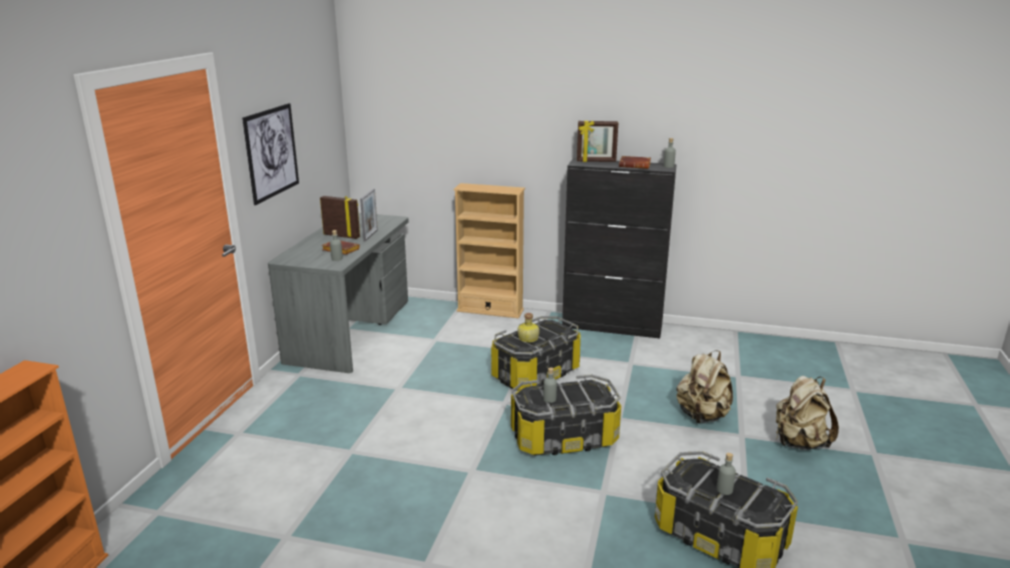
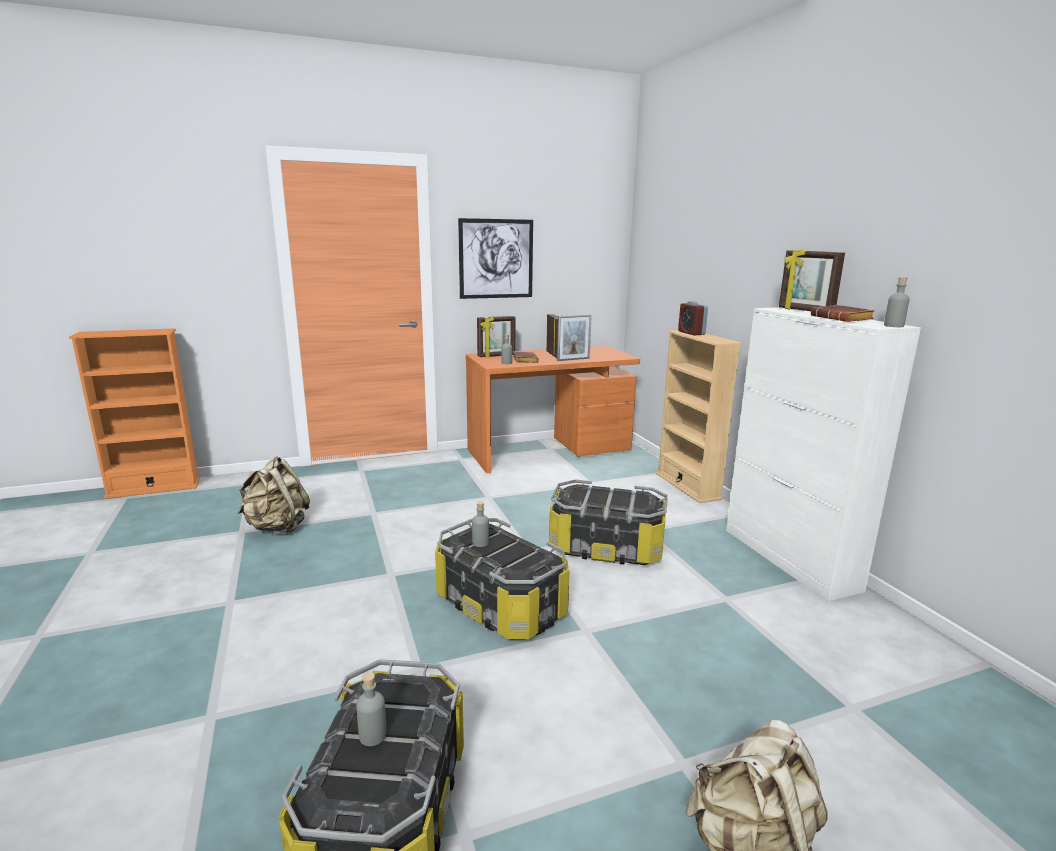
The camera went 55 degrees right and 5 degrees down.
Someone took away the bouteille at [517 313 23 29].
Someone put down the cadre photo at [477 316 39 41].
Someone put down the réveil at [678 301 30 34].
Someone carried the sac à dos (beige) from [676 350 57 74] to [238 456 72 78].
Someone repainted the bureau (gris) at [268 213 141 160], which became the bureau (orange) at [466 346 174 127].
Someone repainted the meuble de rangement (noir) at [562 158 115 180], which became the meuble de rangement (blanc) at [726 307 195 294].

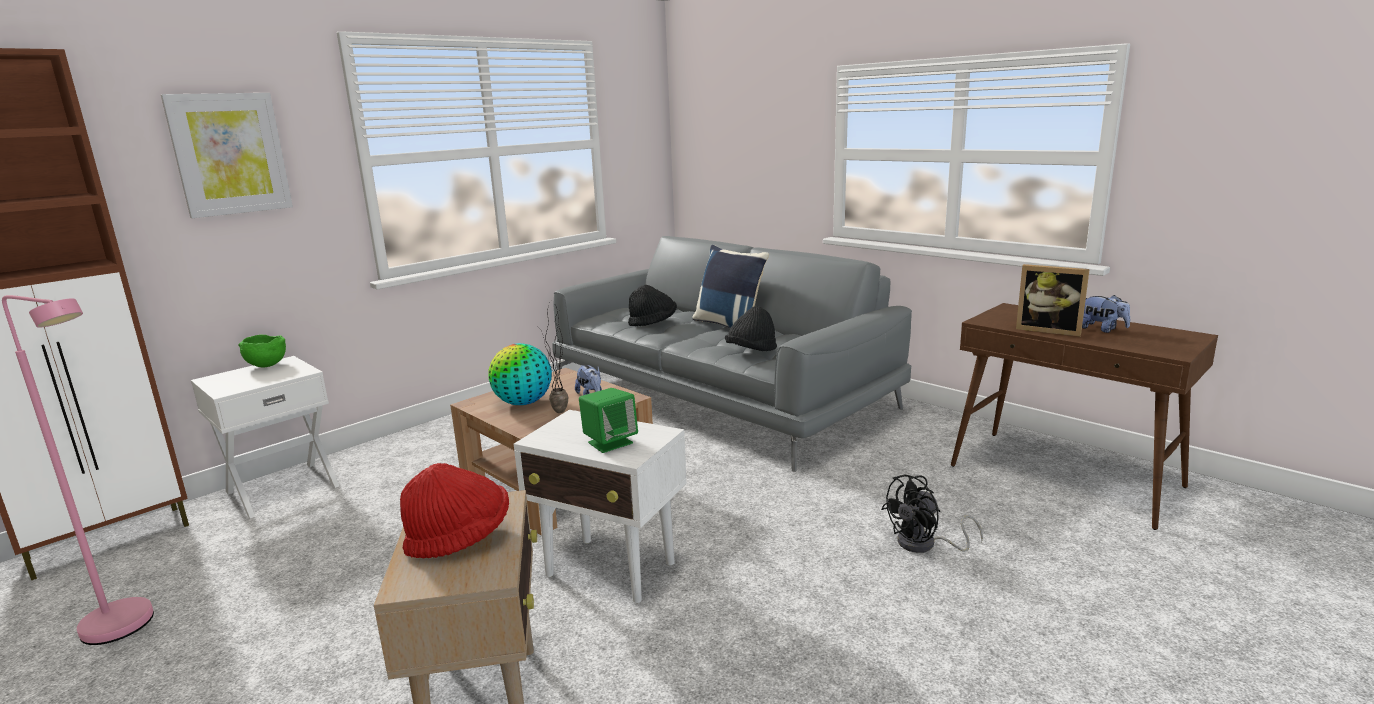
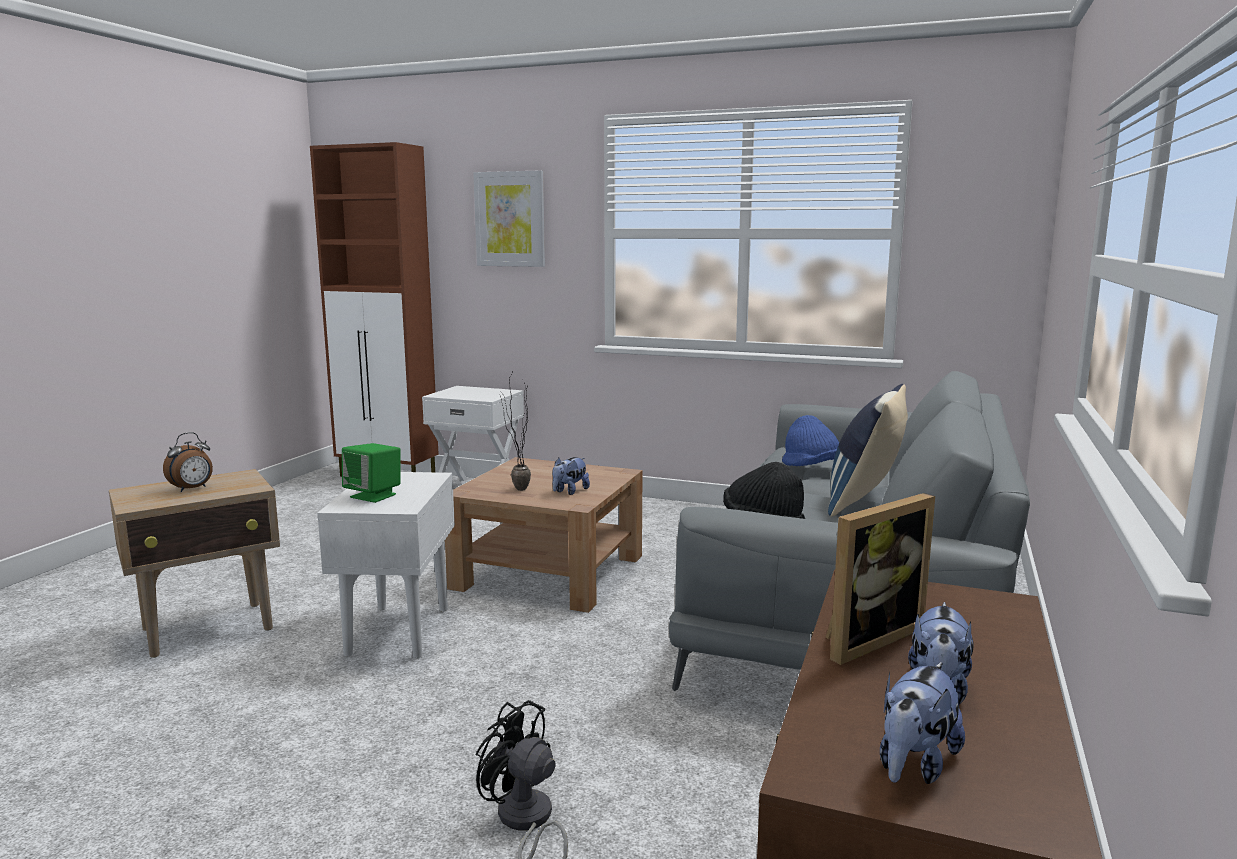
The camera went 65 degrees right and 5 degrees down.
Someone took away the lampadaire (rose) at [2 295 152 350].
Someone took away the bol (vert) at [238 335 48 32].
Someone took away the globe at [488 343 64 62].
Someone put down the peluche at [880 662 85 122].
Someone swapped the chapeau (rouge) at [400 463 109 95] for the réveil at [163 432 50 60].
Someone repainted the chapeau (noir) at [628 285 49 41], which became the chapeau (bleu) at [782 415 57 51].
Someone rotated the cadre photo at [1016 264 74 73] by 135 degrees counterclockwise.

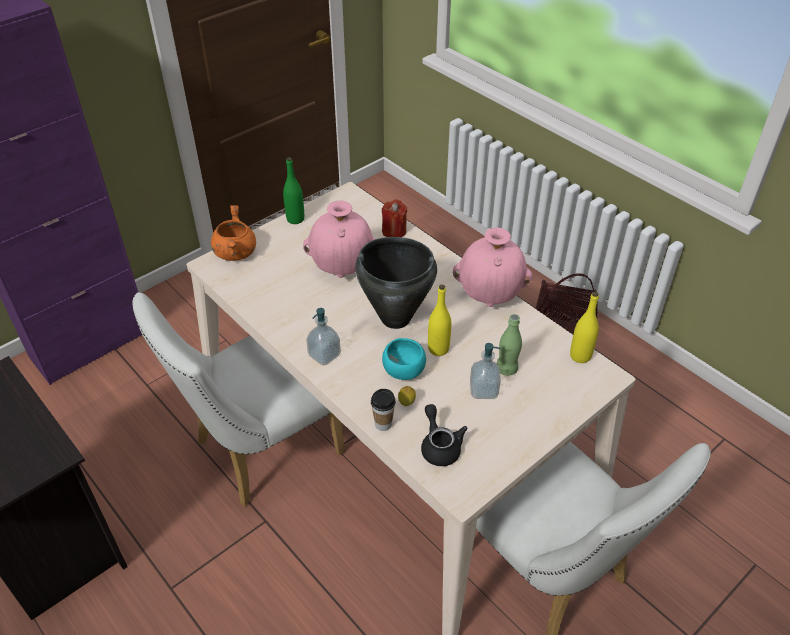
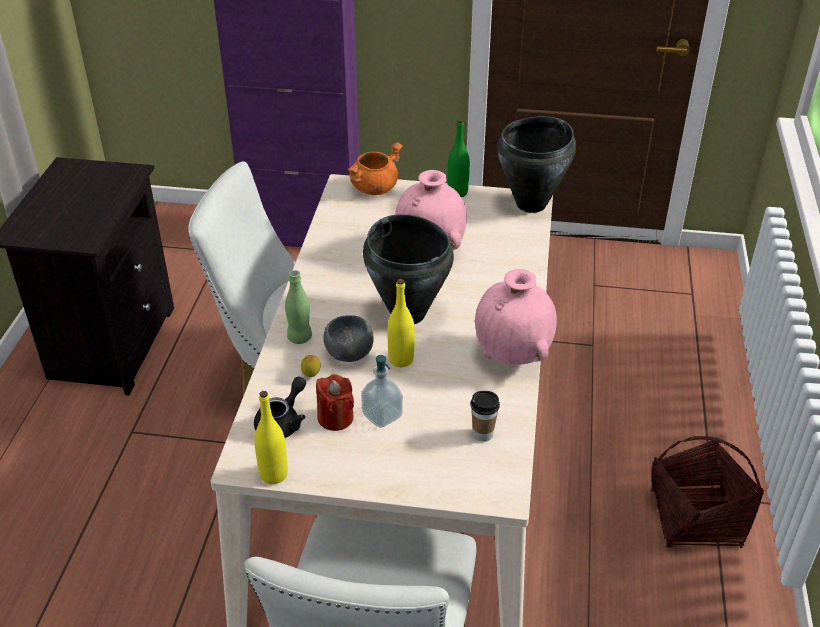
The camera went 50 degrees right and 5 degrees down.
Someone took away the distributeur de savon at [306 308 35 57].
Someone put down the marmite (noir) at [497 116 79 97].
Someone carried the tasse from [371 389 25 42] to [471 391 29 51].
Someone carried the bougie (rouge) from [382 199 25 38] to [316 374 38 57].
Someone carried the bouteille (vert) from [497 314 25 62] to [285 270 27 74].
Someone carried the bouteille (jaune) from [570 292 29 71] to [254 391 34 93].
Someone repainted the bol (turquoise) at [382 338 44 42], which became the bol (gris) at [323 315 51 47].

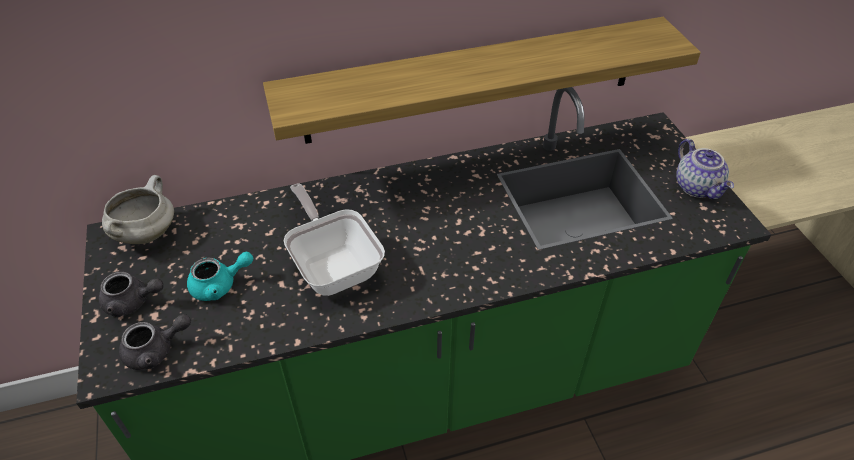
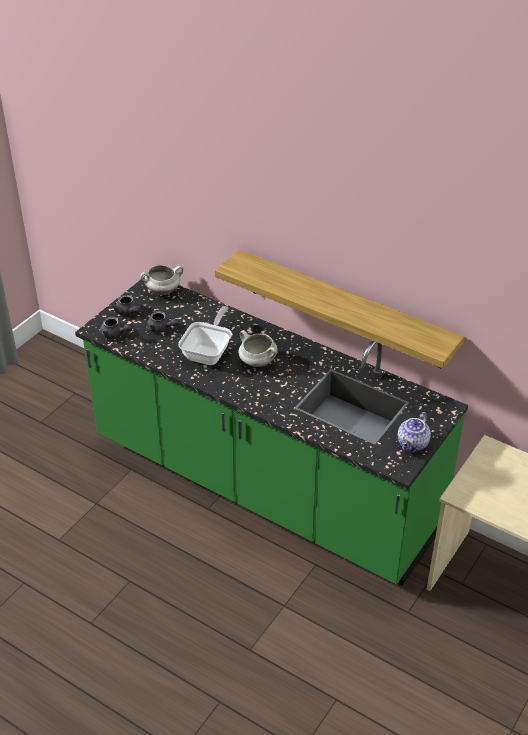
The camera went 50 degrees right and 5 degrees down.
Someone put down the marmite (blanc) at [238 330 40 37].
Someone repainted the théière (turquoise) at [187 252 66 49], which became the théière (gris) at [147 311 32 22].

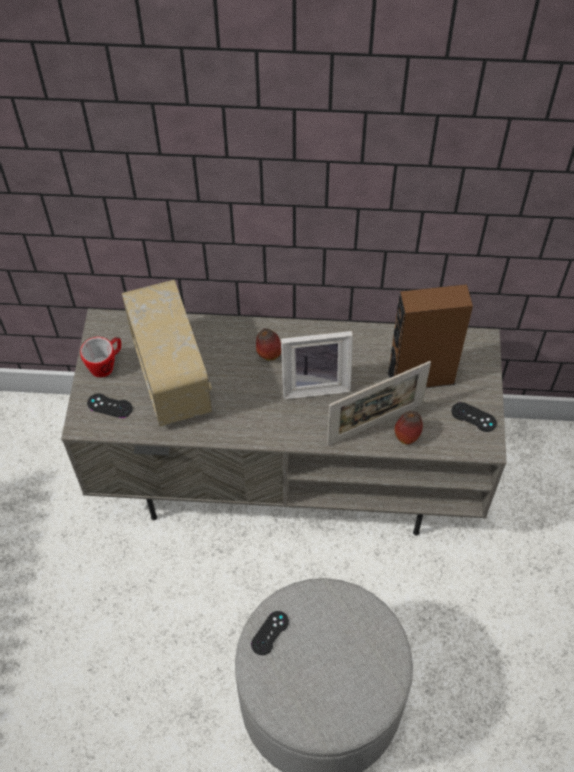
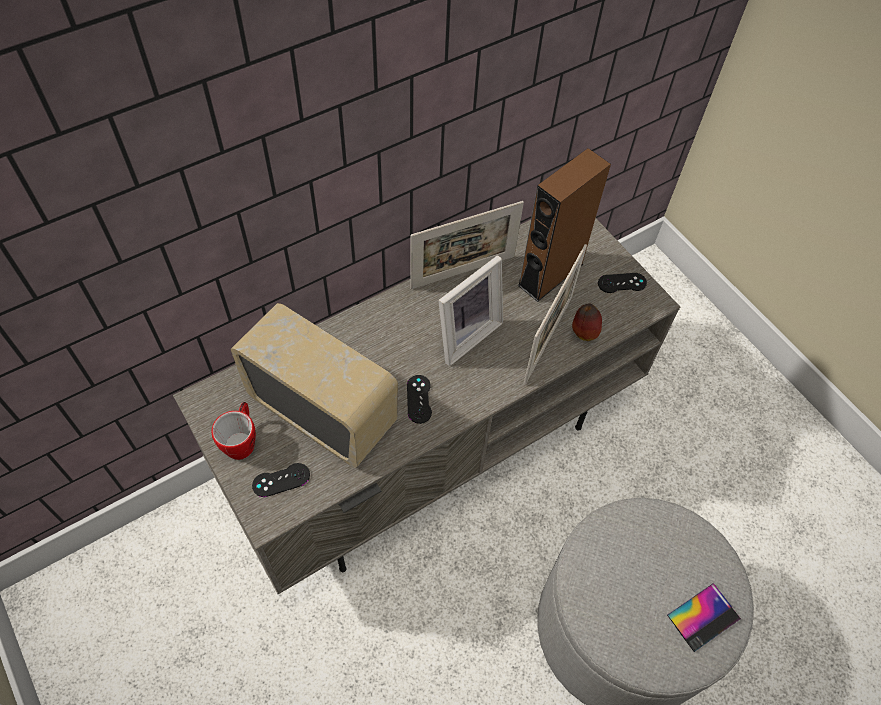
The camera went 40 degrees left and 0 degrees up.
Someone took away the pomme at [256 328 25 33].
Someone put down the cadre photo at [410 201 114 88].
Someone put down the téléphone at [667 583 74 69].
Someone carried the manette (noir) from [251 611 38 44] to [407 375 25 49].

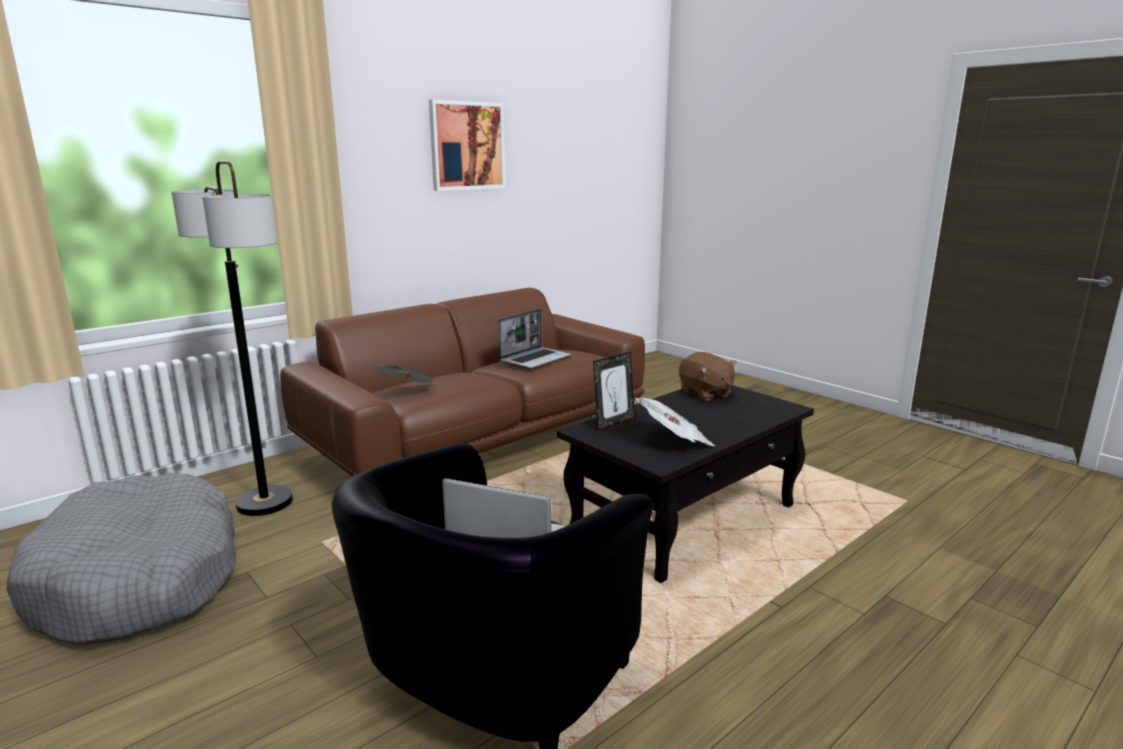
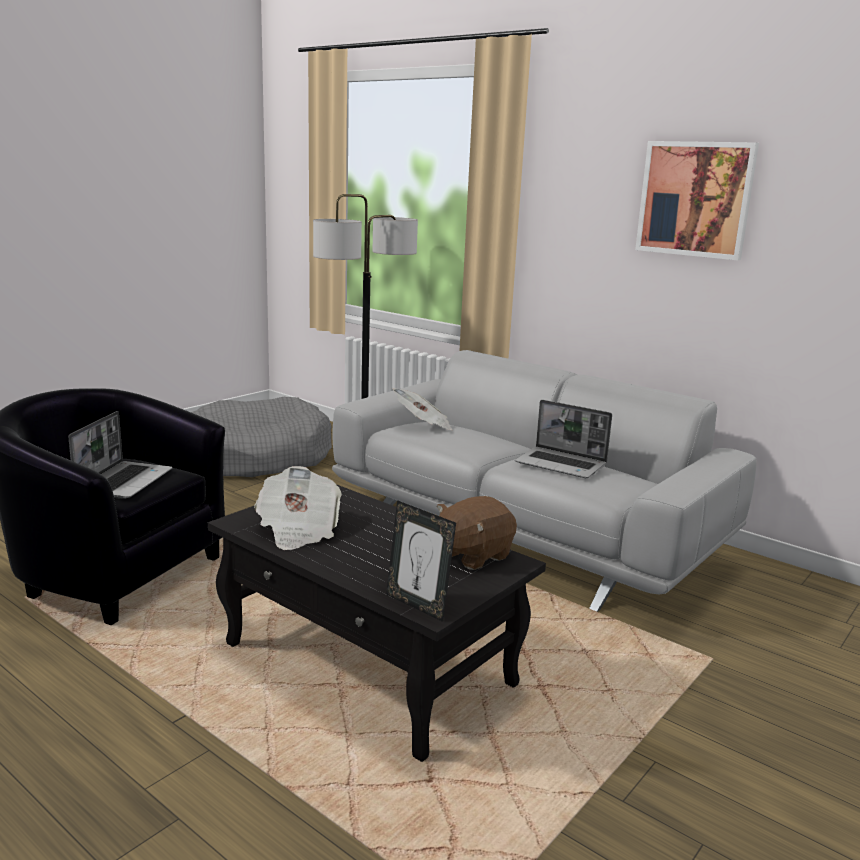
The camera went 80 degrees right and 0 degrees up.
Someone carried the cadre photo from [593 352 42 79] to [386 500 70 122].
Someone repainted the canapé (marron) at [280 288 365 188], which became the canapé (gris) at [332 350 425 262].

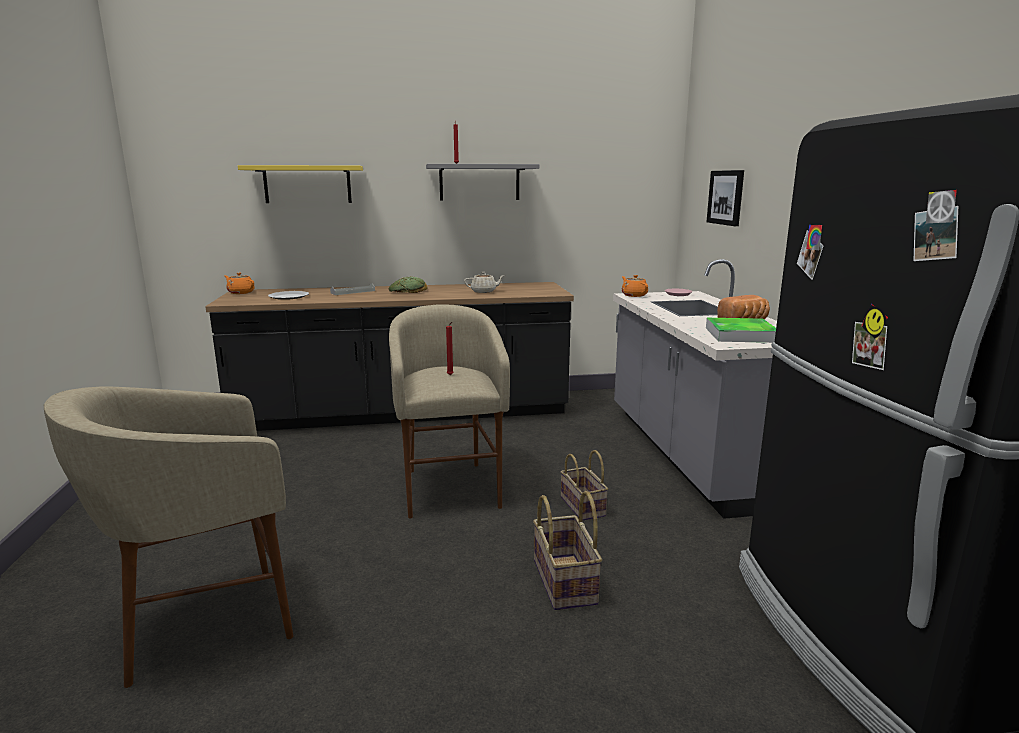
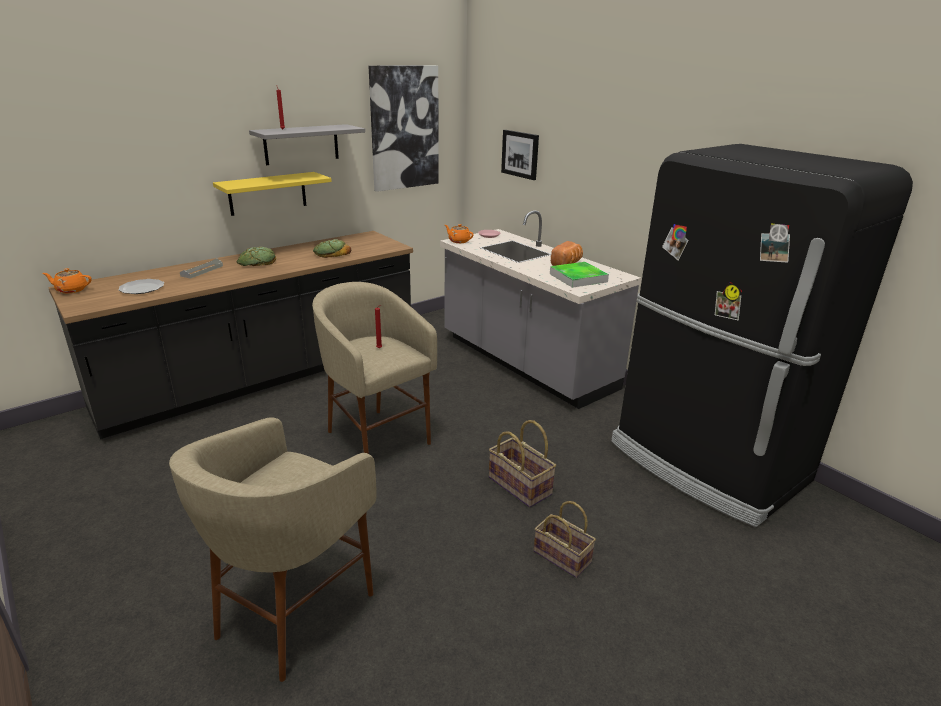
The camera went 30 degrees left and 10 degrees up.
Someone put up the tableau at [369 66 70 126].
Someone carried the étagère (jaune) from [238 165 125 38] to [213 172 119 44].
Someone carried the panier from [560 450 48 70] to [534 501 62 77].
Someone swapped the théière (beige) at [464 272 41 21] for the pain at [313 239 38 19].

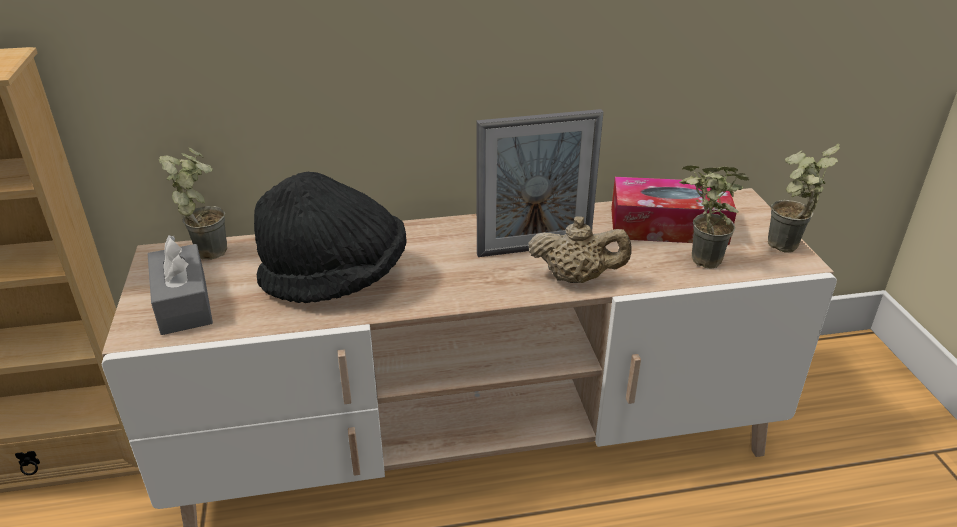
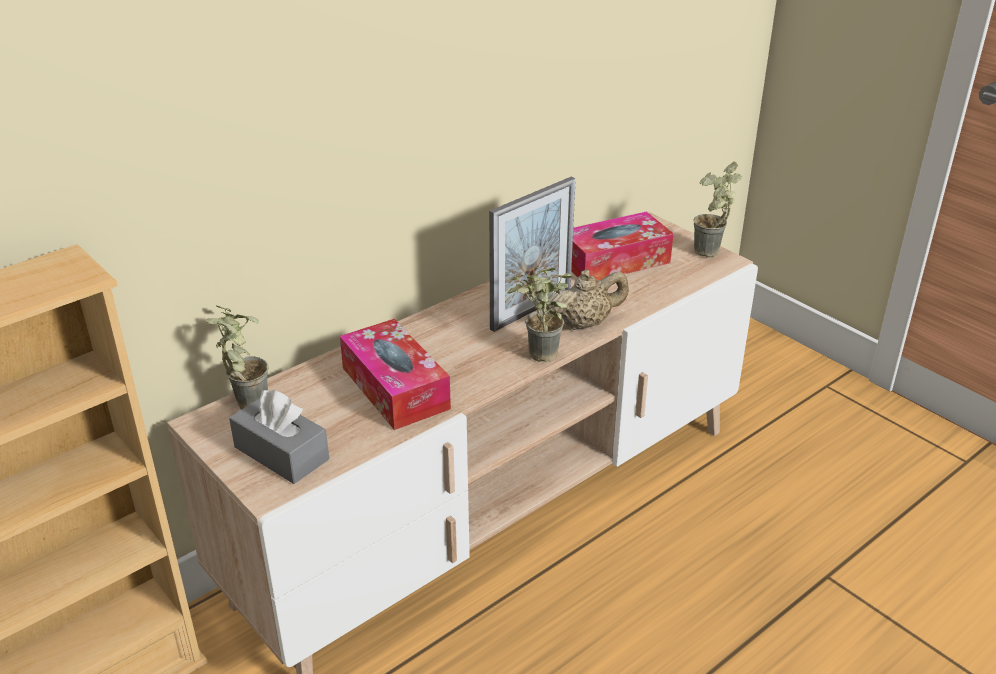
The camera went 30 degrees left and 0 degrees up.
Someone carried the plante en pot from [679 166 70 103] to [507 268 65 94].
Someone swapped the chapeau (noir) at [254 172 153 131] for the boîte à mouchoirs at [340 319 111 111].

